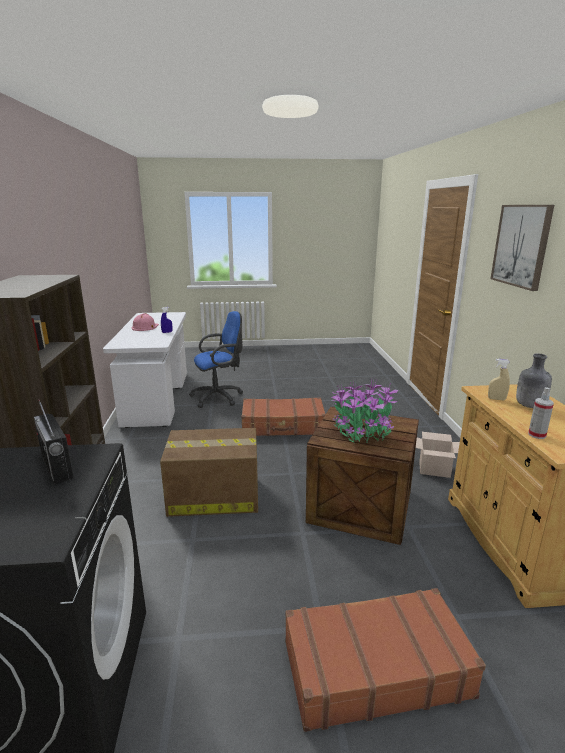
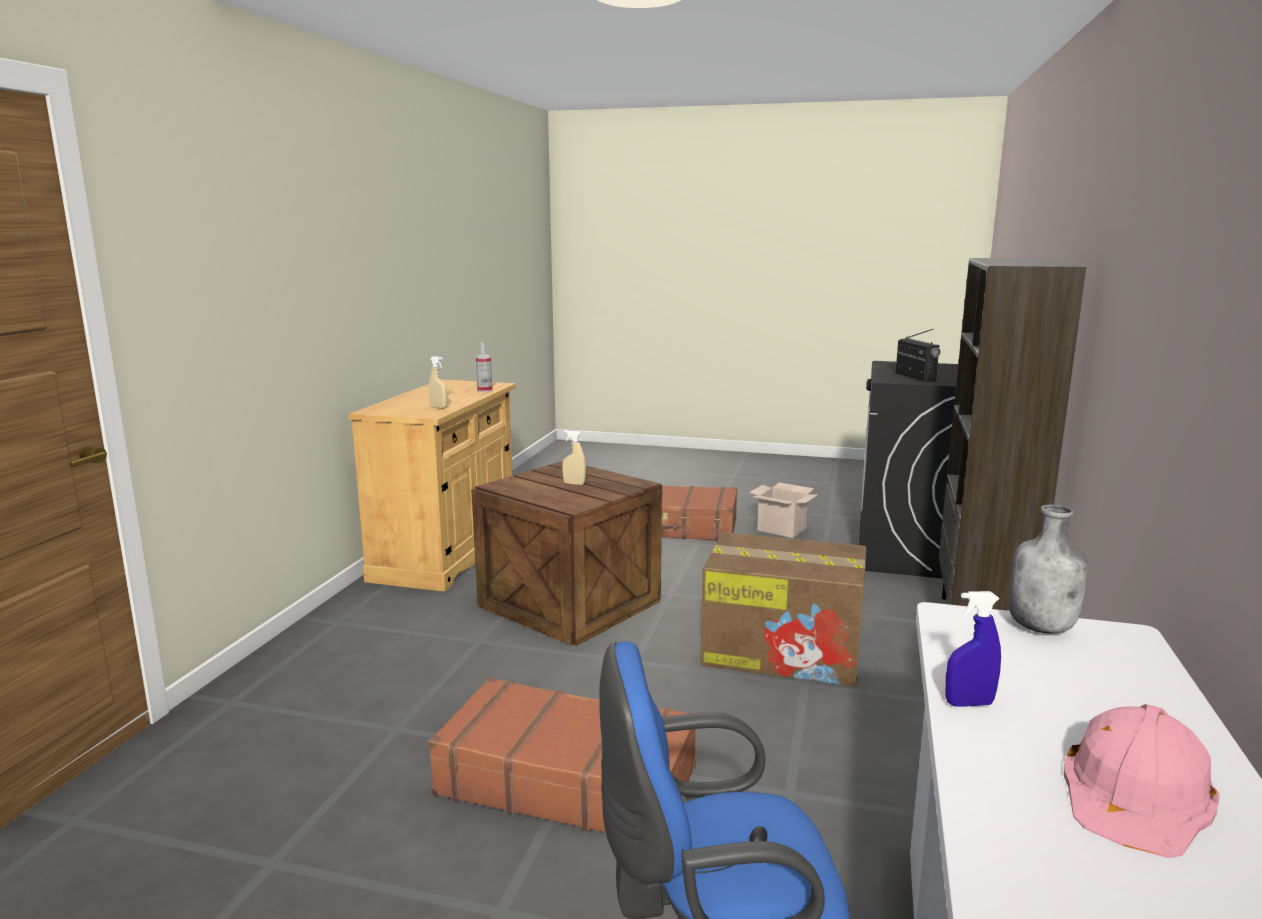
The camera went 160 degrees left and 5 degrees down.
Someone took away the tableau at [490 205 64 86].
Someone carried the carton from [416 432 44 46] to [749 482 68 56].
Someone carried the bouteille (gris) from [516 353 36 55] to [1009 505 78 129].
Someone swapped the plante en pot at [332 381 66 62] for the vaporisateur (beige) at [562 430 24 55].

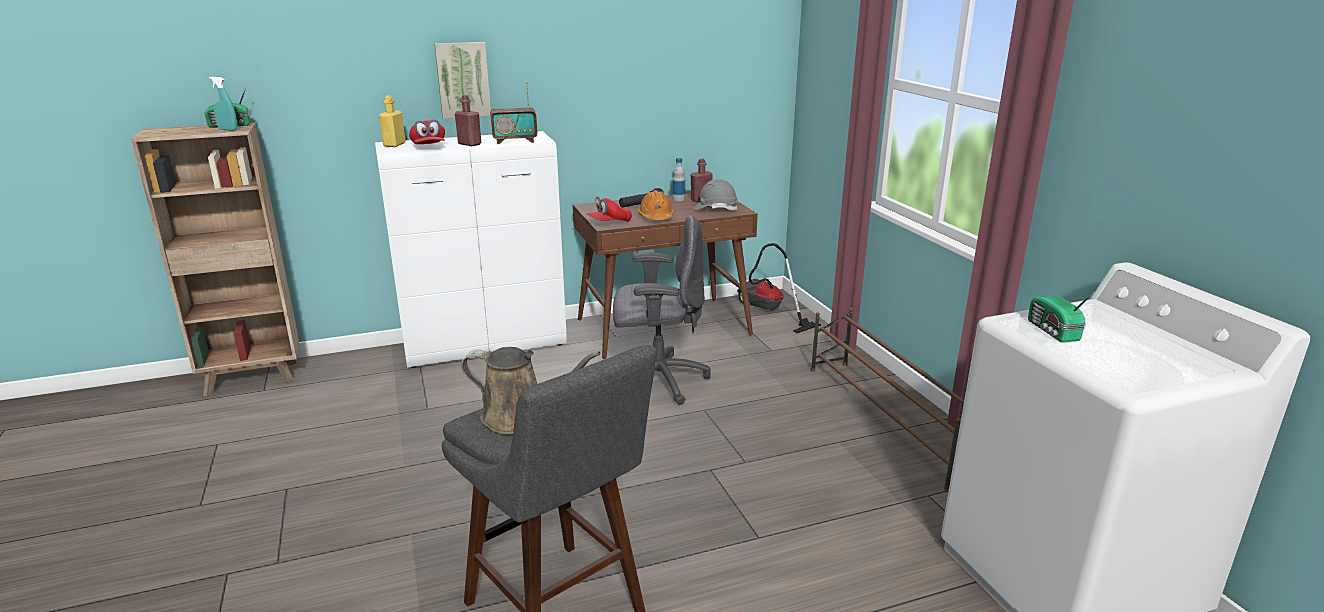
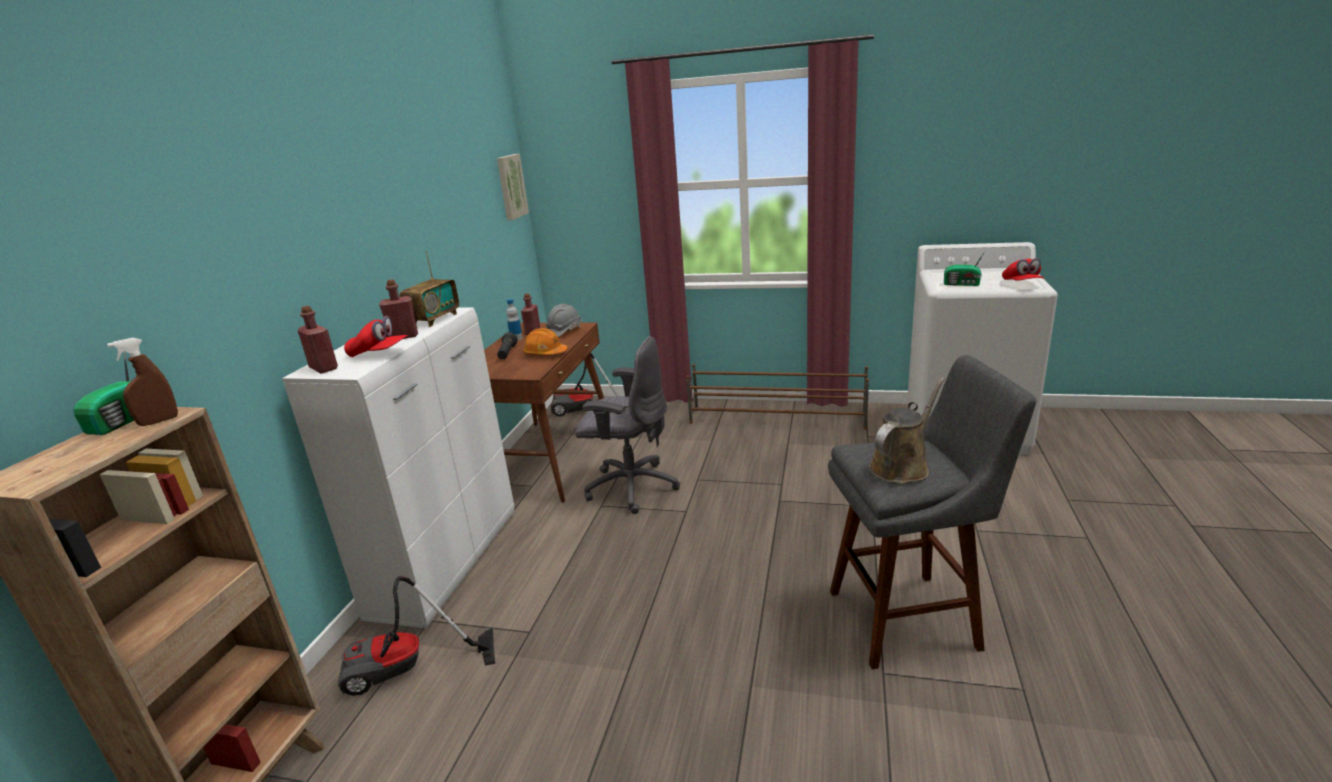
The camera went 55 degrees left and 0 degrees up.
Someone put down the aspirateur at [338 576 157 120].
Someone carried the tableau from [434 42 57 77] to [497 154 32 66].
Someone carried the casquette (rouge) from [587 196 45 26] to [1002 258 42 23].
Someone repainted the vaporisateur (turquoise) at [209 76 29 55], which became the vaporisateur (marron) at [107 338 71 88].
Someone repainted the bouteille (jaune) at [379 96 27 51], which became the bouteille (rouge) at [298 306 40 67].
Someone rotated the chaise de bureau (gris) at [613 215 98 190] by 75 degrees clockwise.

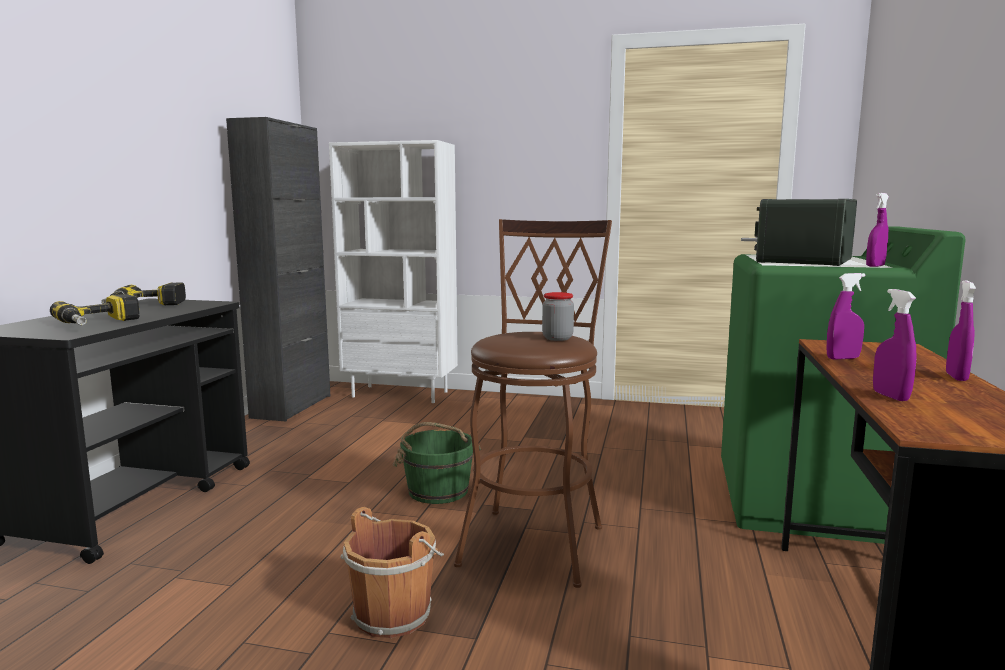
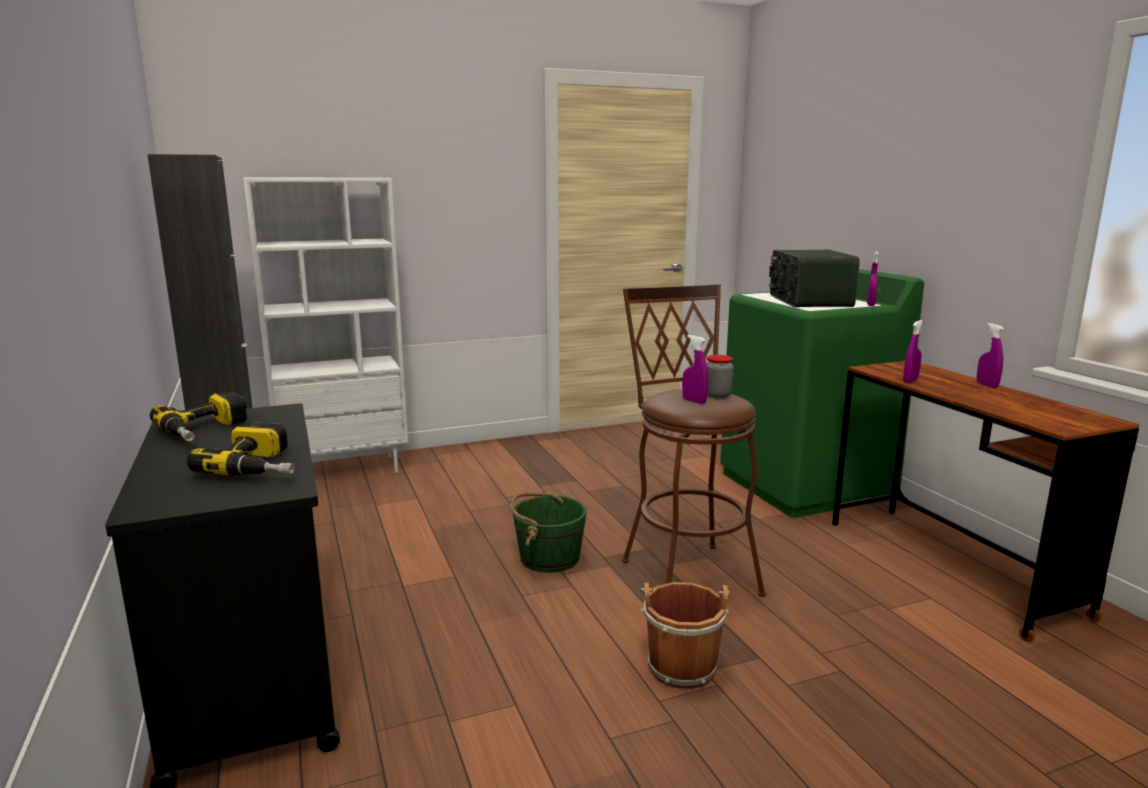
The camera went 35 degrees left and 5 degrees up.
Someone carried the vaporisateur (violet) from [873 289 43 112] to [682 335 26 69].

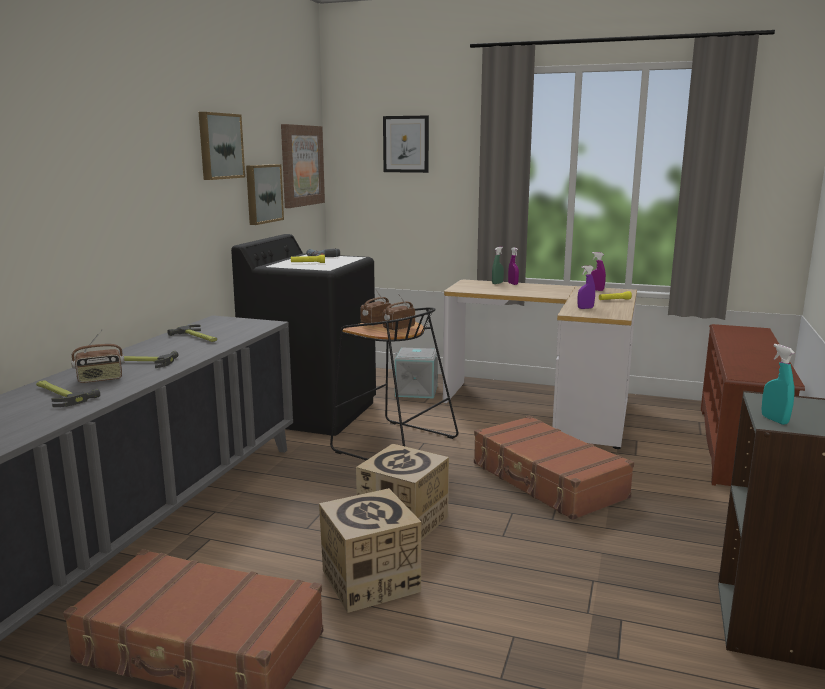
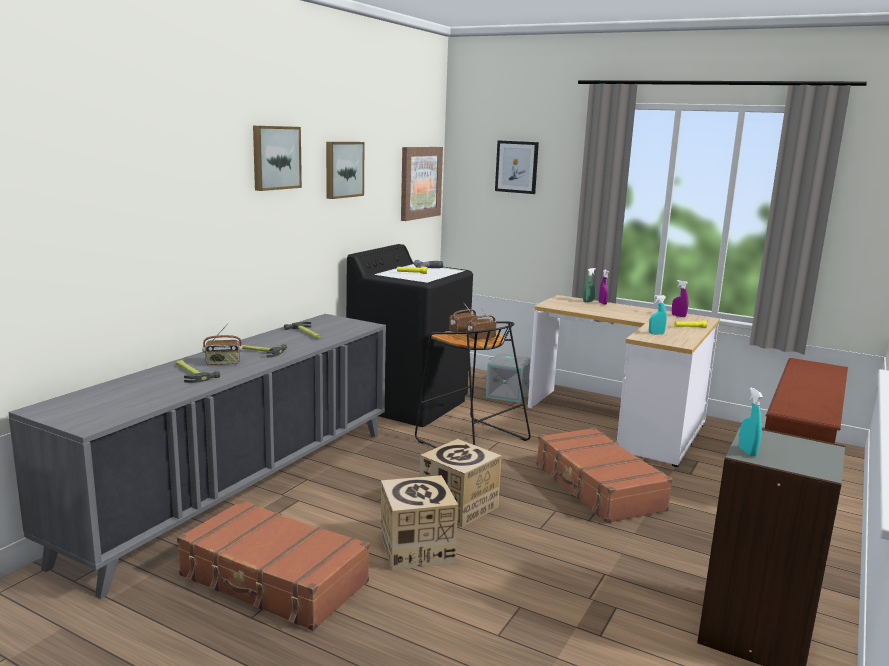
The camera went 10 degrees right and 0 degrees up.
Someone carried the tableau from [246 164 38 61] to [253 126 49 65].
Someone repainted the vaporisateur (violet) at [577 266 18 43], which became the vaporisateur (turquoise) at [649 295 18 39].

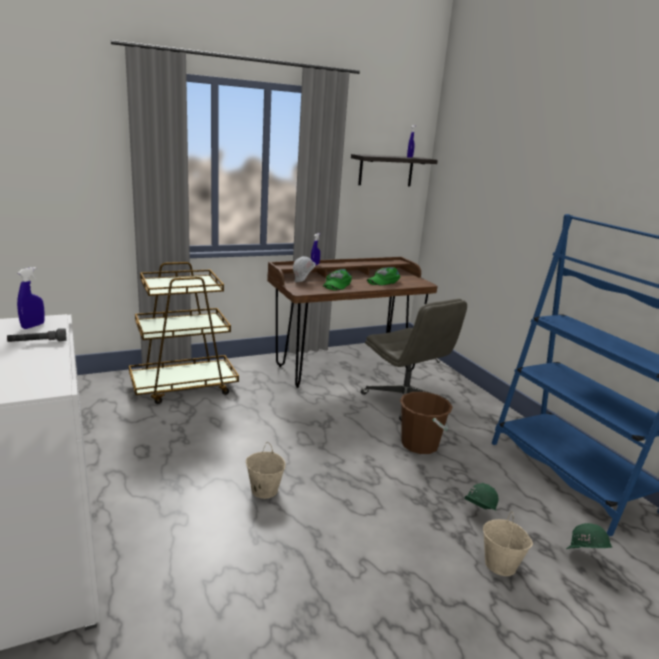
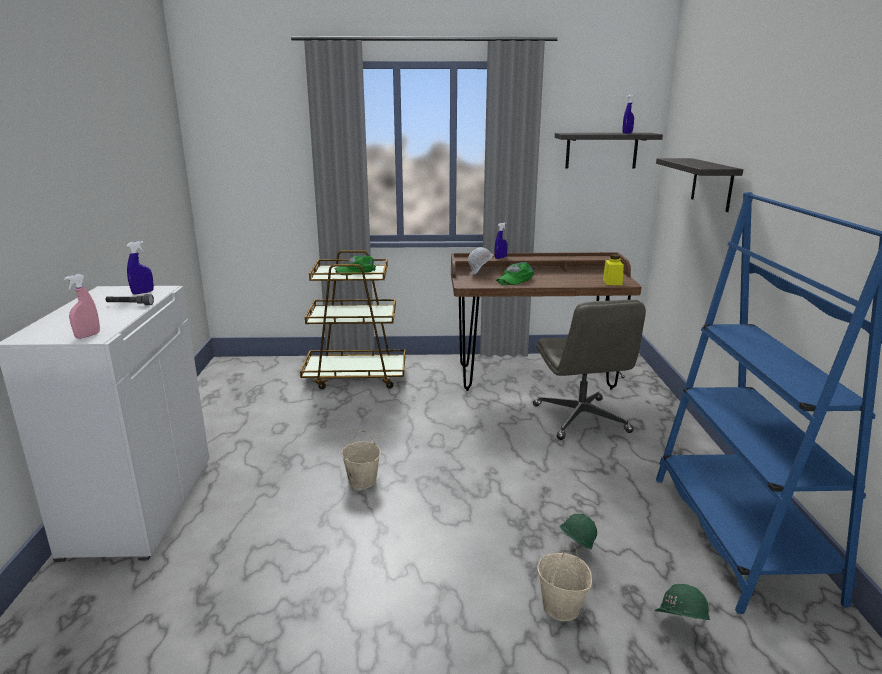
The camera went 25 degrees right and 0 degrees up.
Someone took away the seau (marron) at [400 392 53 62].
Someone put down the vaporisateur (rose) at [64 274 36 65].
Someone put down the bocal (jaune) at [603 254 21 31].
Someone put up the étagère at [656 158 87 54].
Someone carried the casquette (vert) from [367 267 33 19] to [334 255 42 18].

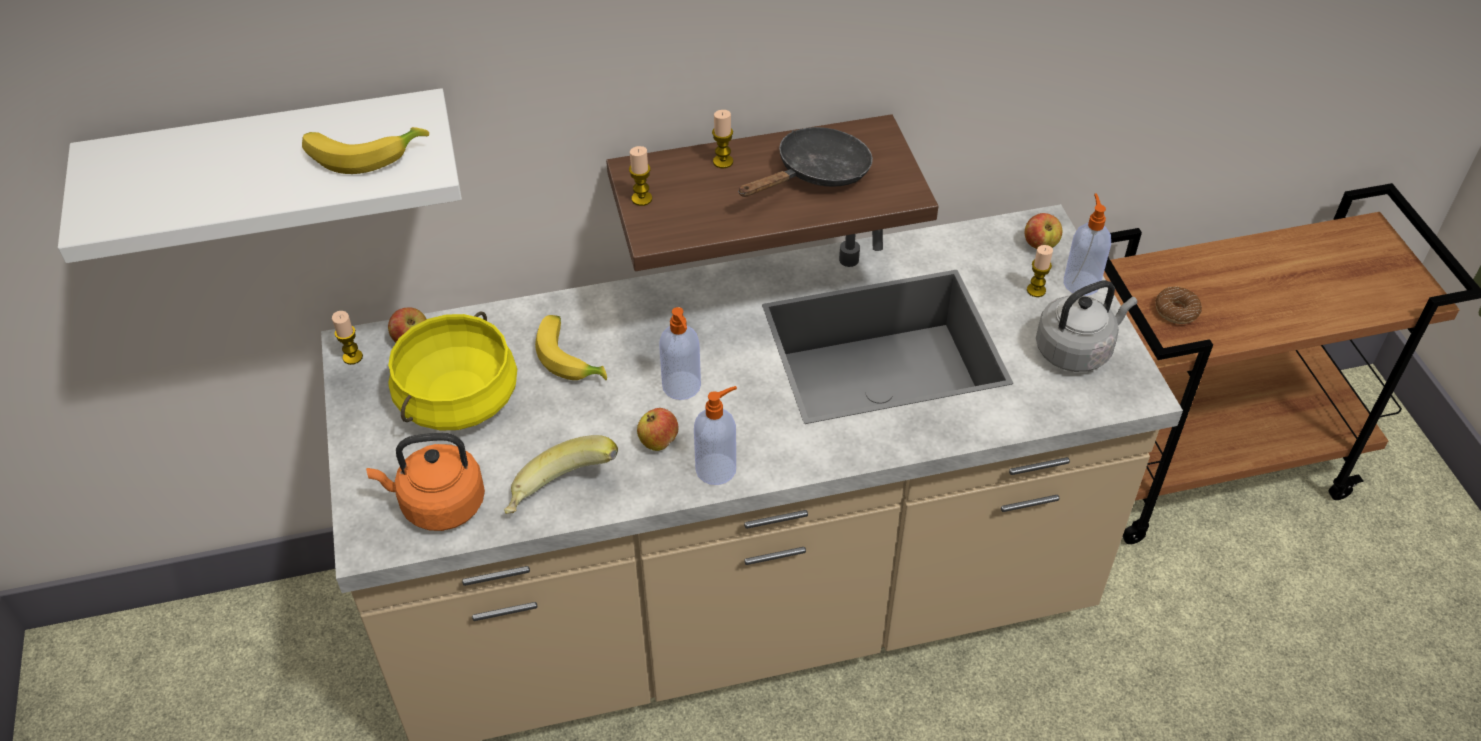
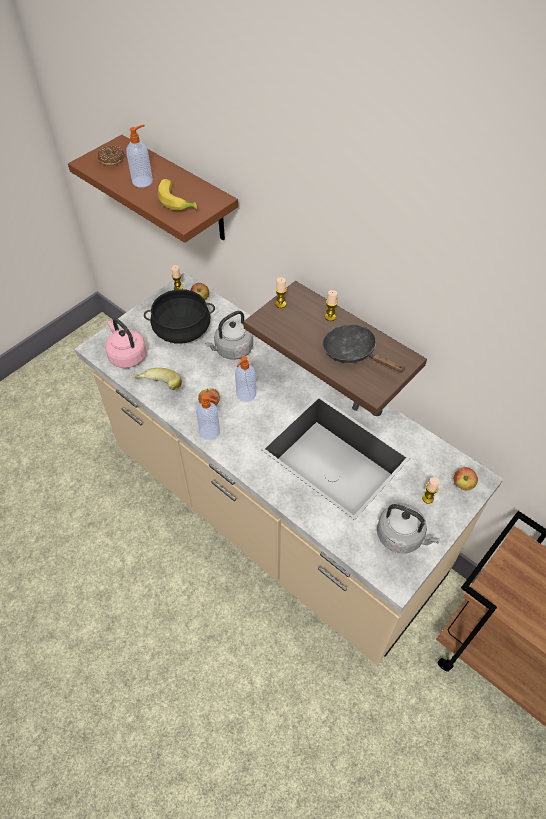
The camera went 55 degrees right and 5 degrees up.
Someone carried the distributeur de savon from [1064 194 47 102] to [126 125 27 62].
Someone carried the beignet from [1155 287 47 37] to [98 146 26 20].
Someone swapped the banane at [535 315 72 65] for the bouilloire (gris) at [205 311 48 49].
Someone repainted the étagère (blanc) at [58 88 404 175], which became the étagère (marron) at [68 135 170 108].
Someone repainted the bouilloire (orange) at [366 433 119 98], which became the bouilloire (rose) at [105 318 42 50].
Someone repainted the marmite (jaune) at [388 311 129 119], which became the marmite (noir) at [144 289 71 54].
Someone rotated the poêle (noir) at [738 127 135 70] by 150 degrees counterclockwise.

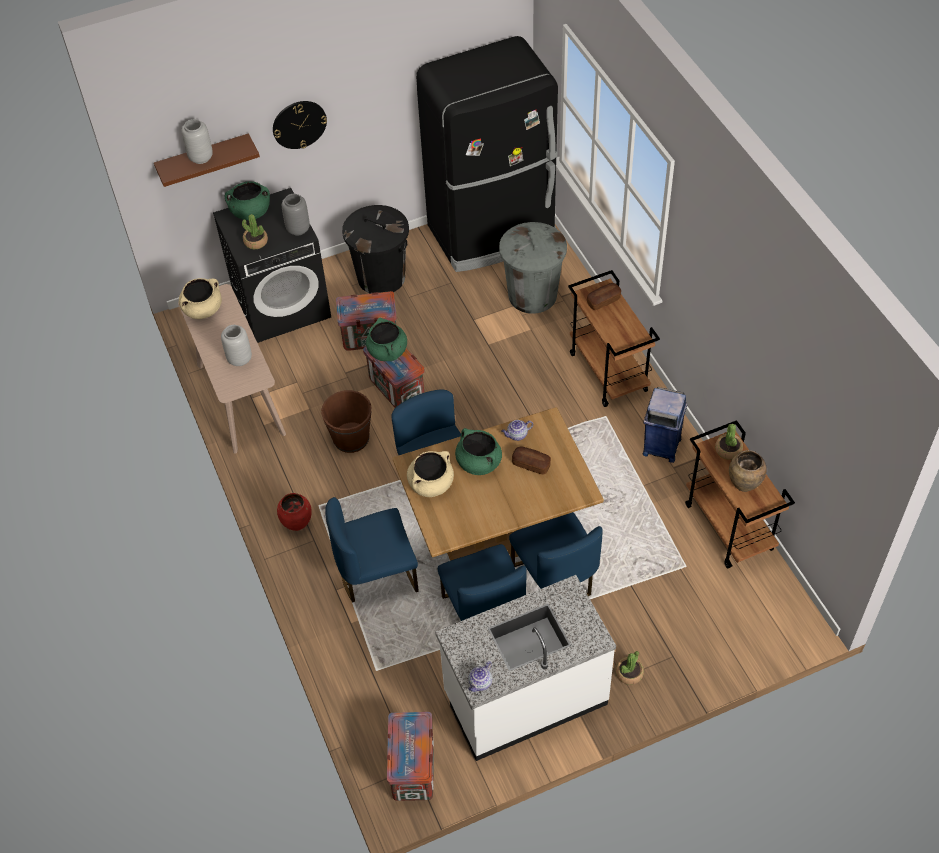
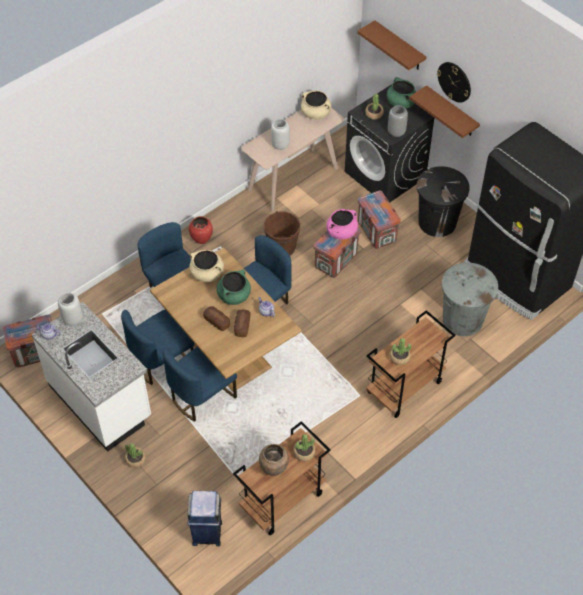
The camera went 70 degrees right and 0 degrees up.
Someone put down the plante en pot at [389 338 22 27].
Someone put up the étagère (marron) at [409 85 71 53].
Someone carried the vase (gris) from [181 119 32 45] to [58 293 25 33].
Someone carried the pain from [587 283 34 27] to [203 306 27 25].
Someone carried the poubelle (bleu) from [643 387 44 76] to [187 491 35 55].
Someone repainted the marmite (vert) at [366 317 41 44], which became the marmite (rose) at [326 209 32 31].

